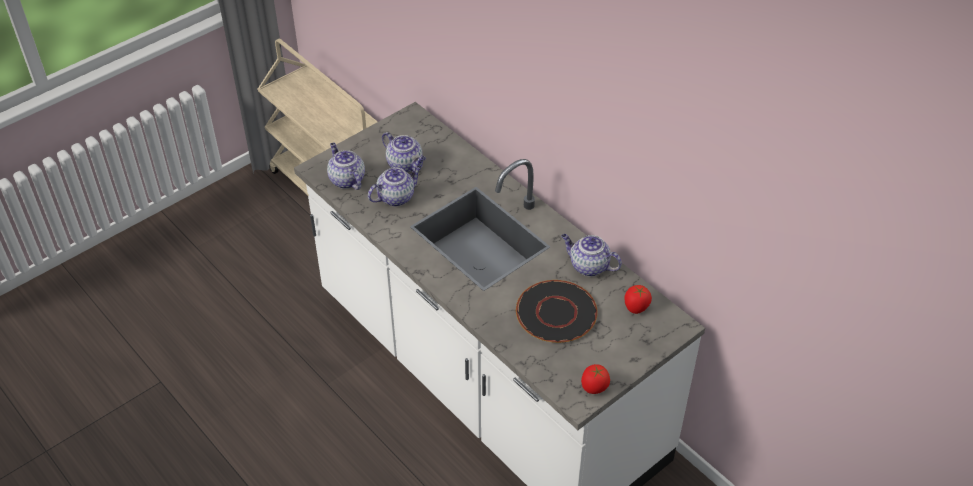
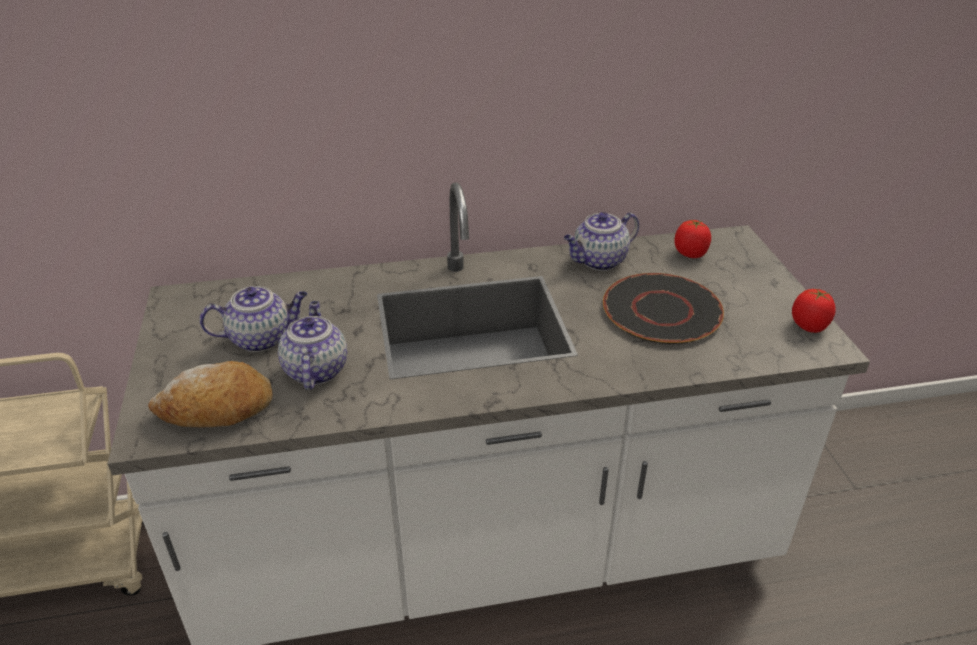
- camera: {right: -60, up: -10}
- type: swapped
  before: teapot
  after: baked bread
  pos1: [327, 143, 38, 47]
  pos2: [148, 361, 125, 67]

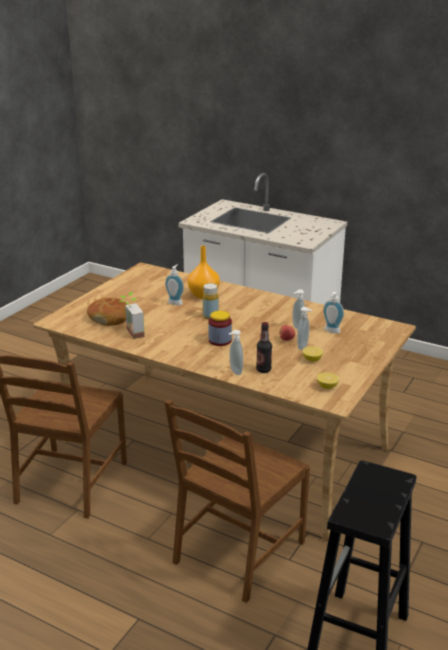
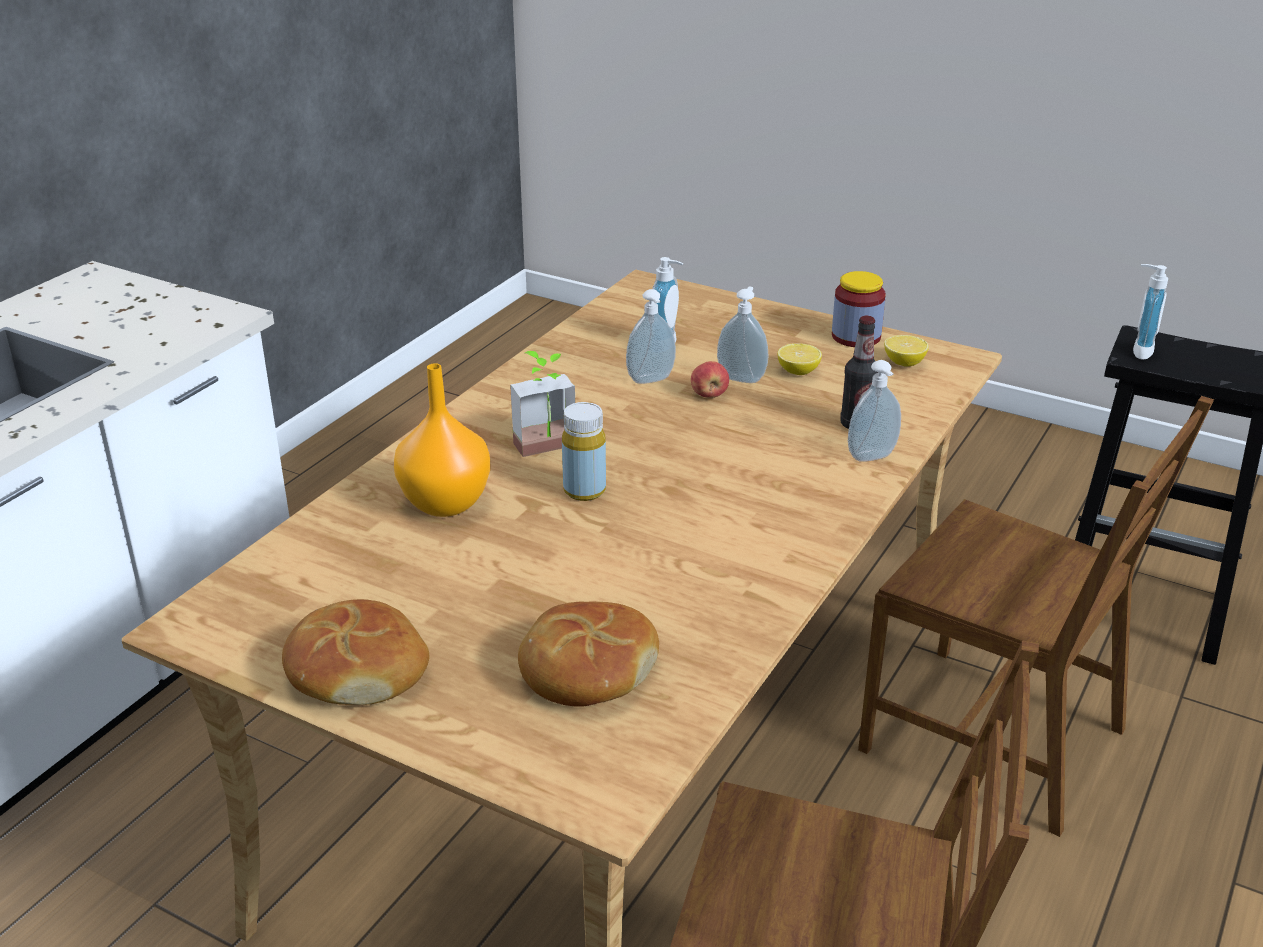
- camera: {right: -90, up: 5}
- type: new
  after: baked bread
  pos2: [282, 599, 147, 106]
- type: shifted
  before: houseplant
  pos1: [119, 292, 26, 47]
  pos2: [510, 351, 65, 106]
- type: shifted
  before: liquid soap bottle
  pos1: [165, 264, 19, 41]
  pos2: [1133, 264, 35, 96]
- type: shifted
  before: jar
  pos1: [208, 311, 24, 35]
  pos2: [832, 271, 54, 76]

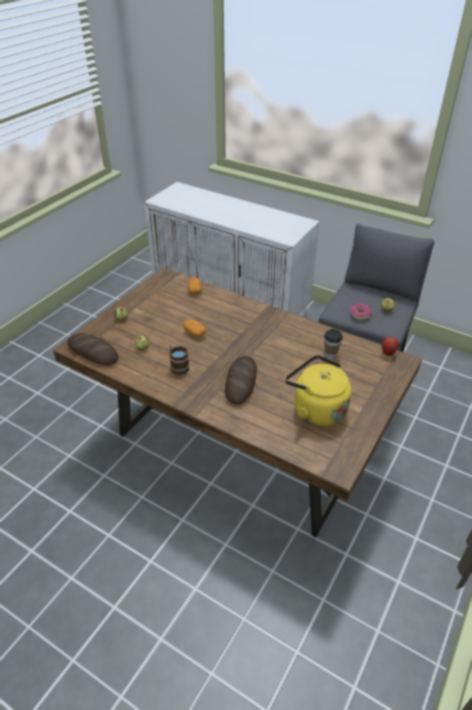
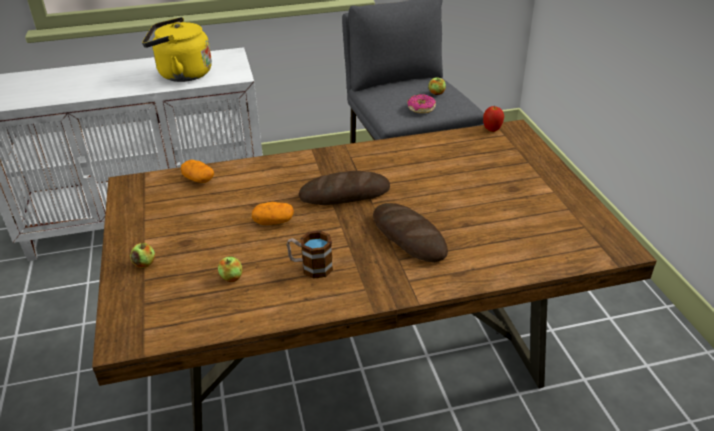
- camera: {right: -45, up: -5}
- type: gone
  before: drinking cup
  pos1: [324, 329, 19, 30]
- type: shifted
  before: baked bread
  pos1: [67, 333, 52, 32]
  pos2: [299, 171, 91, 34]
- type: shifted
  before: kettle in yellowish
  pos1: [285, 355, 67, 72]
  pos2: [142, 17, 70, 65]

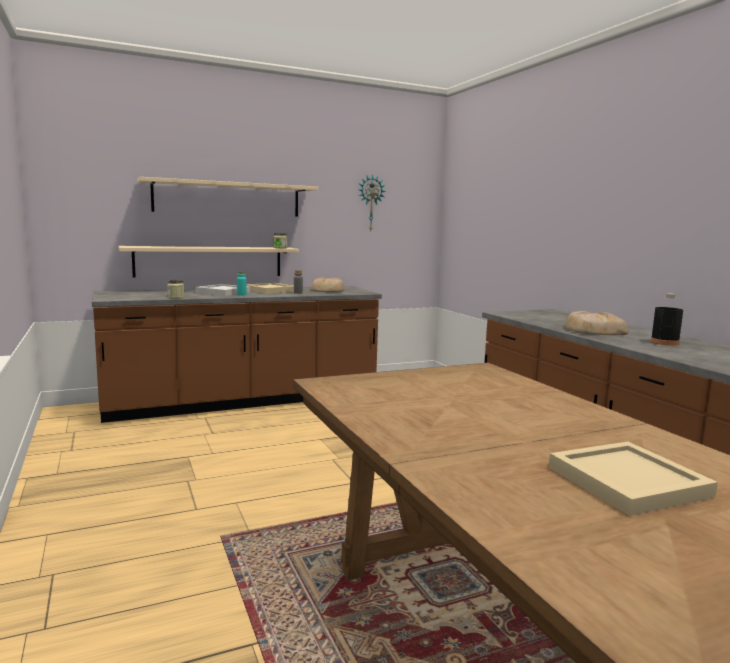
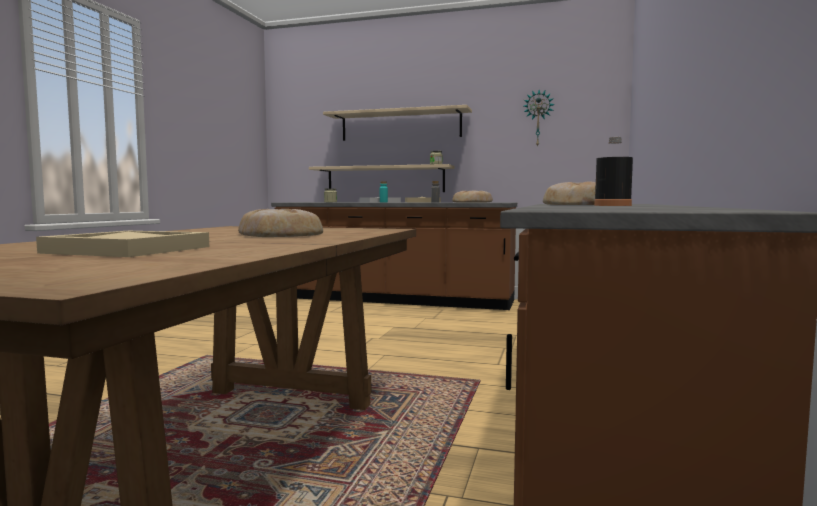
- camera: {right: 40, up: -5}
- type: new
  after: baked bread
  pos2: [238, 209, 85, 28]

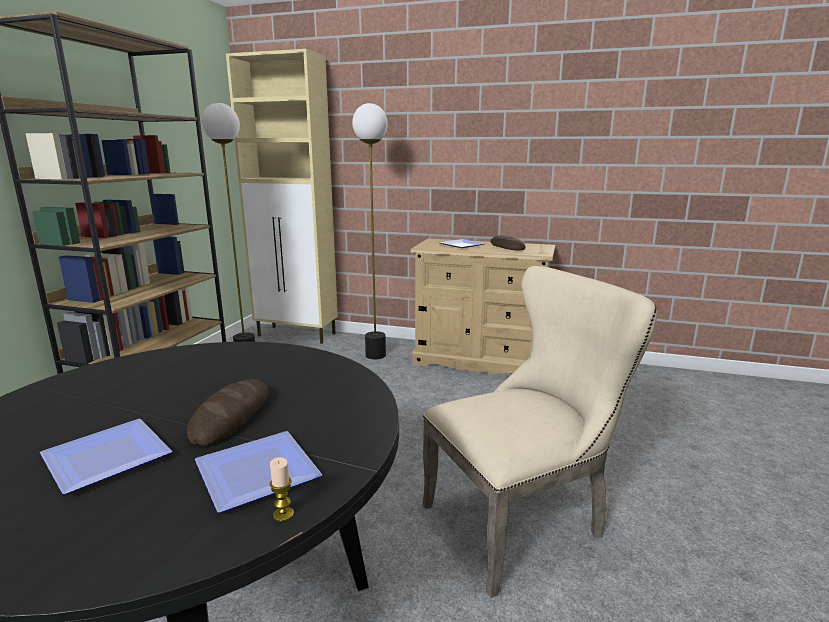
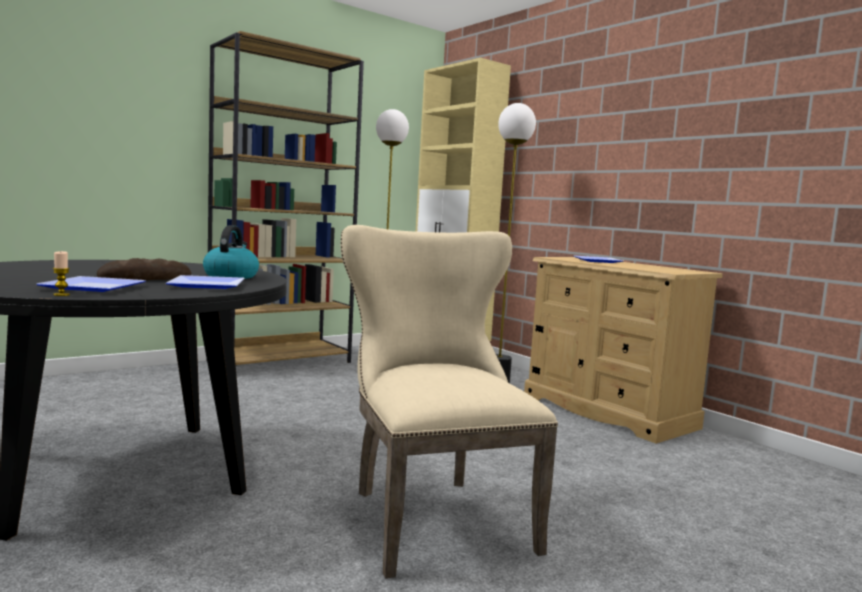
- camera: {right: 35, up: -10}
- type: gone
  before: baked bread
  pos1: [490, 235, 35, 16]
- type: new
  after: kettle
  pos2: [203, 225, 56, 54]
- type: shifted
  before: flat dish
  pos1: [40, 419, 132, 75]
  pos2: [166, 275, 79, 14]
- type: rotated
  before: chair in beige-coloured
  pos1: [423, 266, 234, 332]
  pos2: [341, 225, 217, 354]
  turn: -120

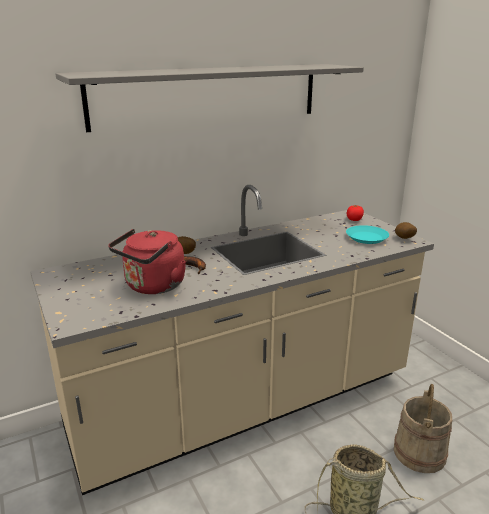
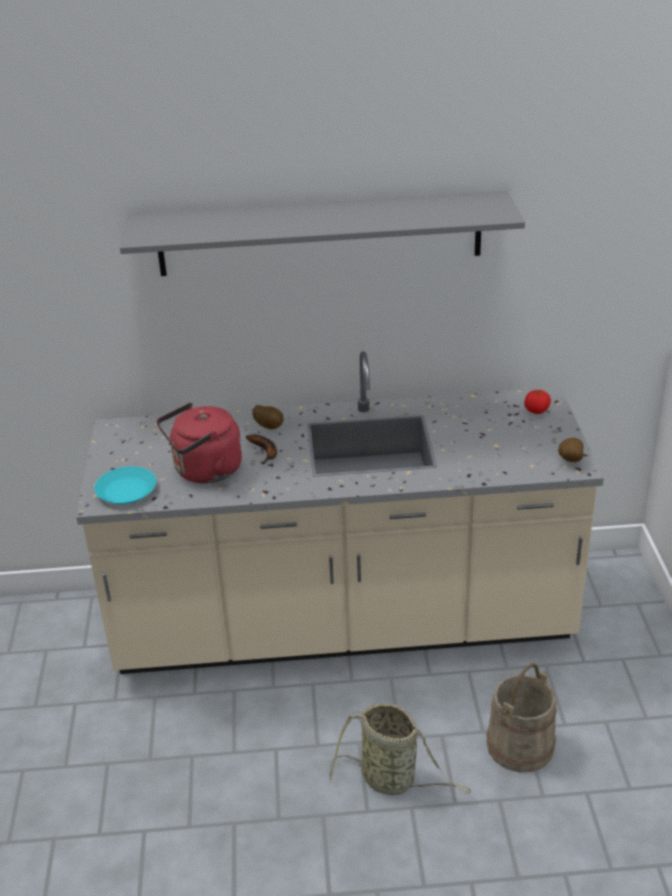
- camera: {right: 25, up: 10}
- type: shifted
  before: flat dish in blue-green
  pos1: [346, 225, 43, 19]
  pos2: [94, 467, 62, 37]

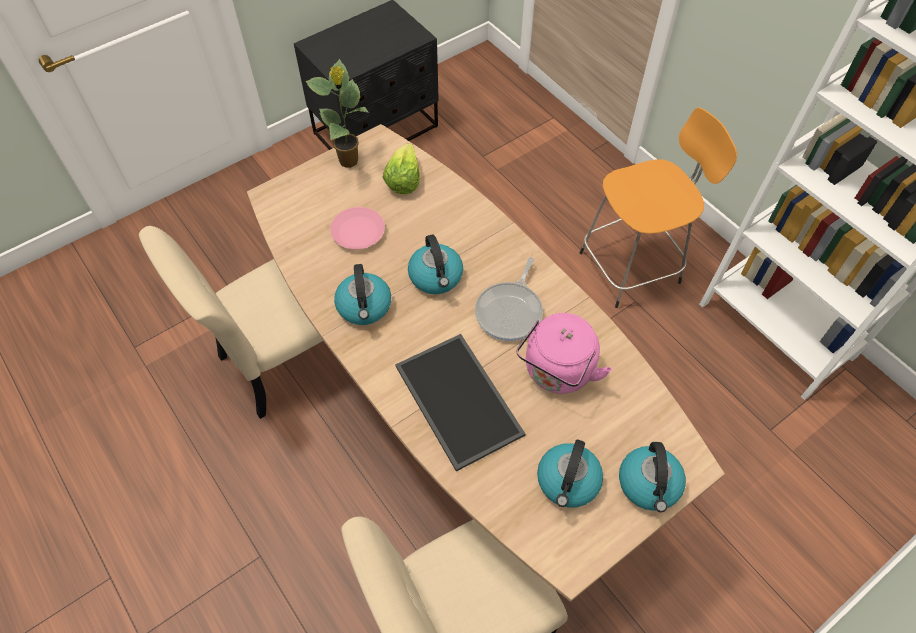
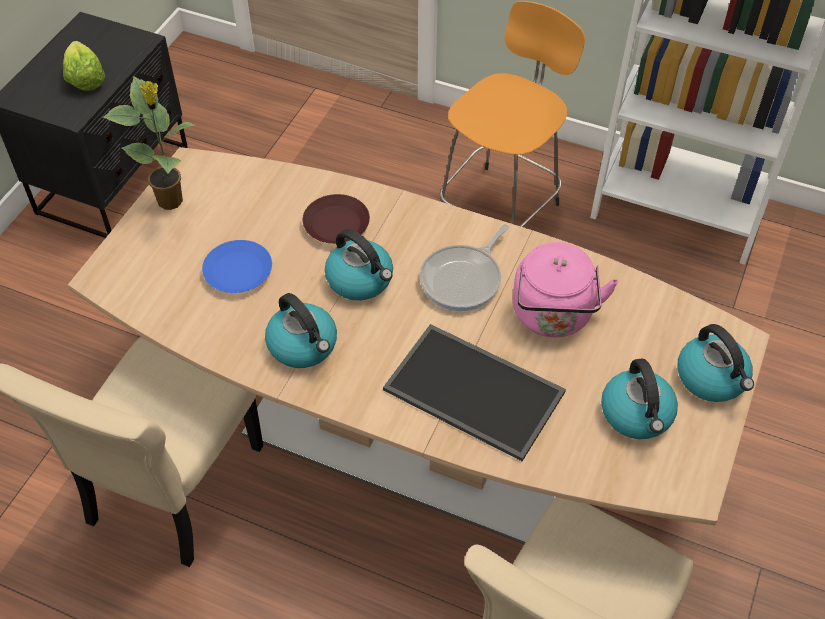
- camera: {right: -30, up: -5}
- type: new
  after: flat dish in brown
  pos2: [303, 194, 67, 50]
- type: shifted
  before: lettuce
  pos1: [382, 143, 38, 51]
  pos2: [63, 41, 42, 50]
- type: repainted
  before: flat dish in pinkish
  after: flat dish in blue
  pos1: [330, 207, 55, 42]
  pos2: [202, 240, 70, 53]
- type: rotated
  before: skillet
  pos1: [475, 257, 68, 84]
  pos2: [420, 224, 89, 87]
  turn: 45

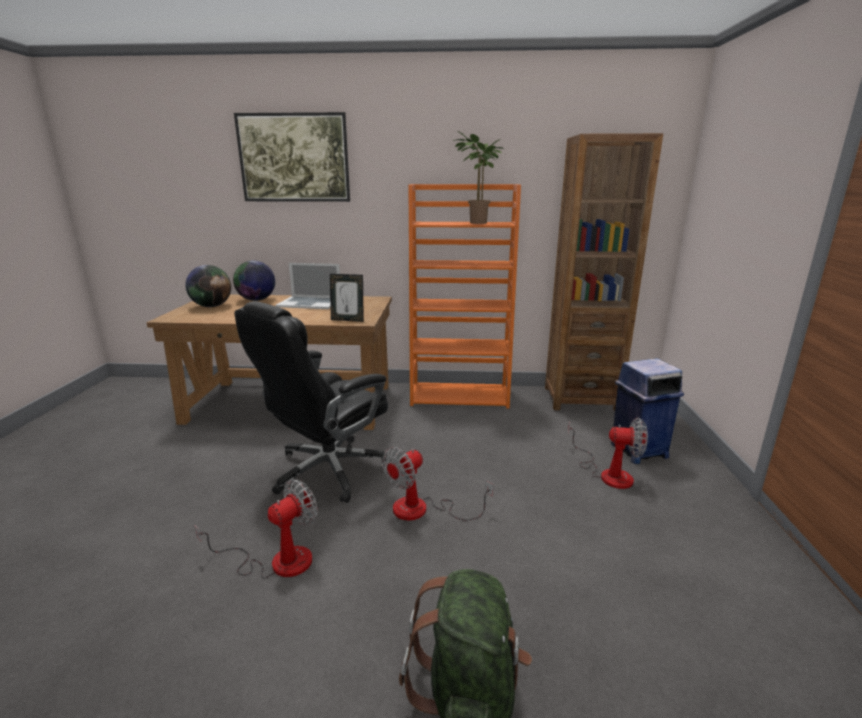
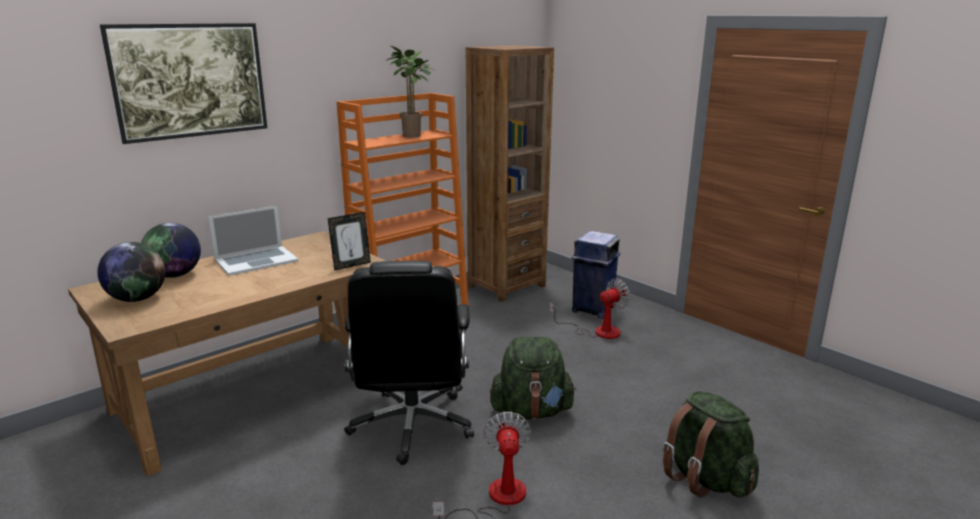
- camera: {right: -45, up: 0}
- type: swapped
  before: fan
  after: knapsack in greenish
  pos1: [382, 447, 111, 73]
  pos2: [490, 337, 86, 82]

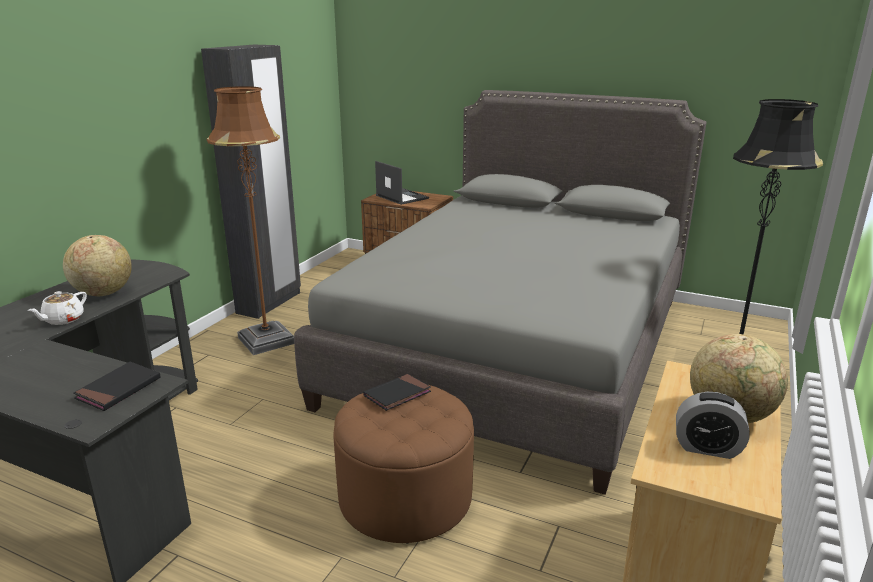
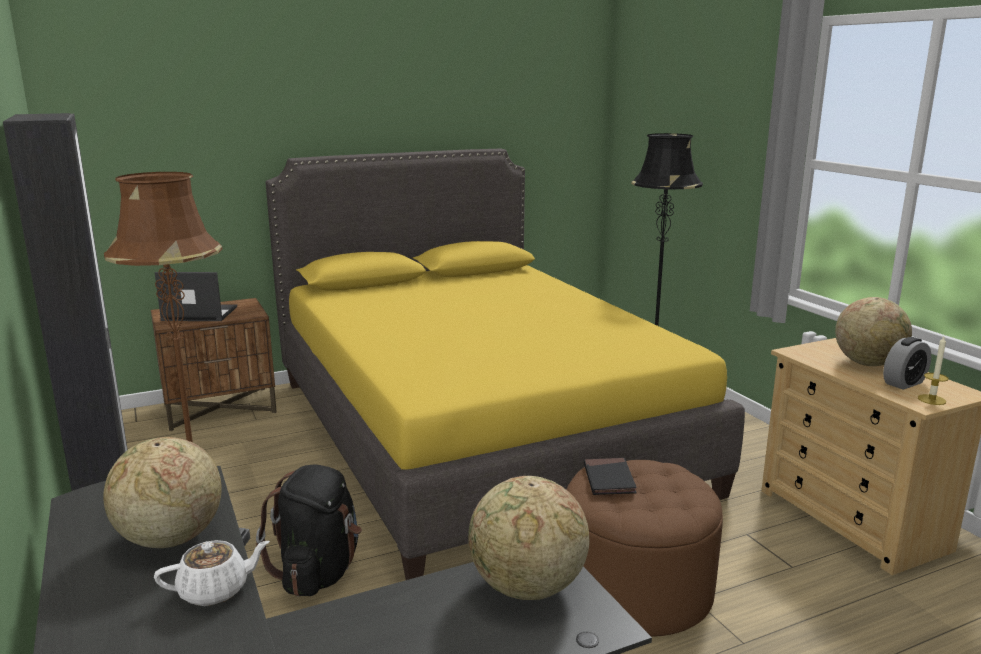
- camera: {right: -50, up: -5}
- type: new
  after: knapsack in black-coloured
  pos2: [256, 465, 106, 132]
- type: new
  after: wax light
  pos2: [918, 336, 31, 69]
- type: swapped
  before: book in black-coloured
  after: globe
  pos1: [73, 362, 88, 49]
  pos2: [468, 476, 121, 124]
- type: repainted
  before: bedroom bed in gray
  after: bedroom bed in yellowish
  pos1: [294, 90, 413, 405]
  pos2: [265, 149, 480, 431]
- type: rotated
  before: teapot in white-coloured
  pos1: [28, 291, 59, 34]
  pos2: [154, 540, 116, 66]
  turn: -90

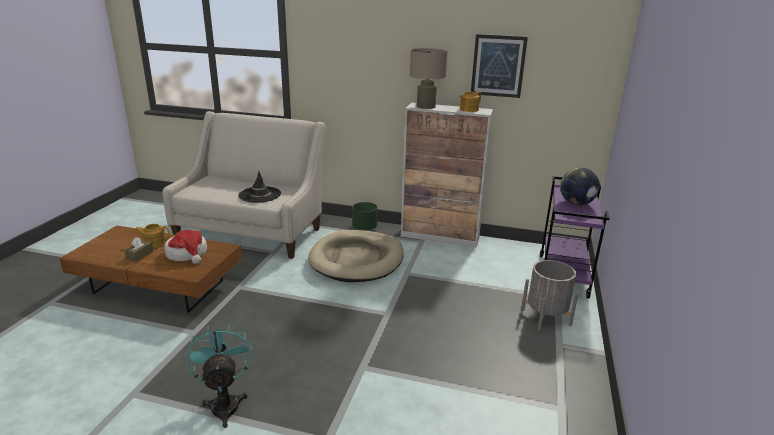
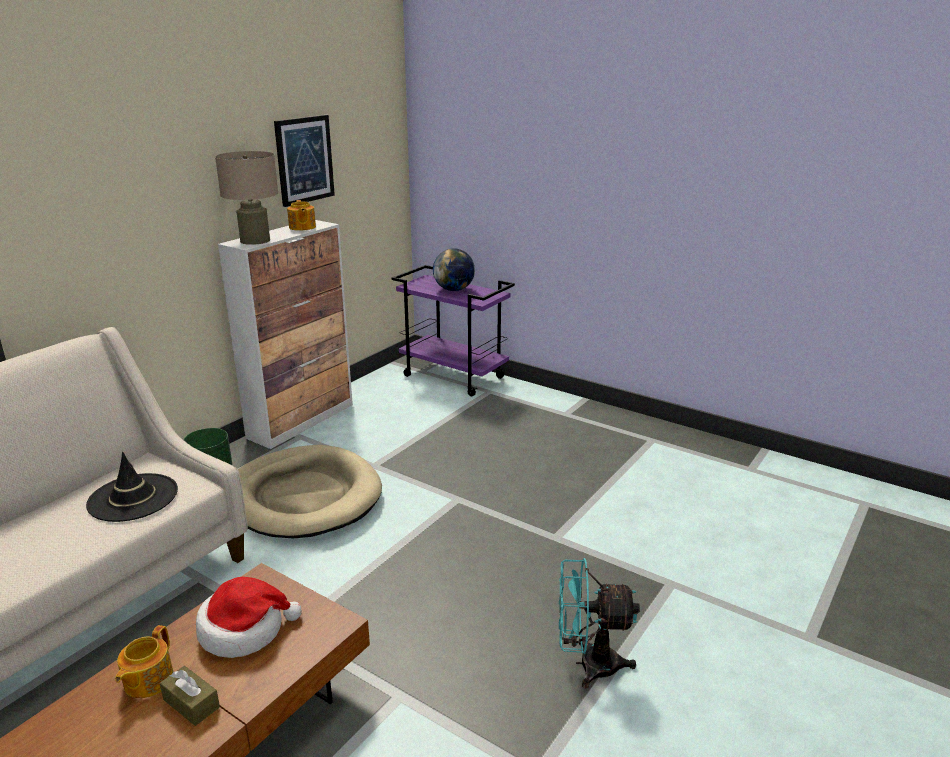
- camera: {right: -70, up: 0}
- type: gone
  before: planter in gray
  pos1: [521, 260, 57, 71]

